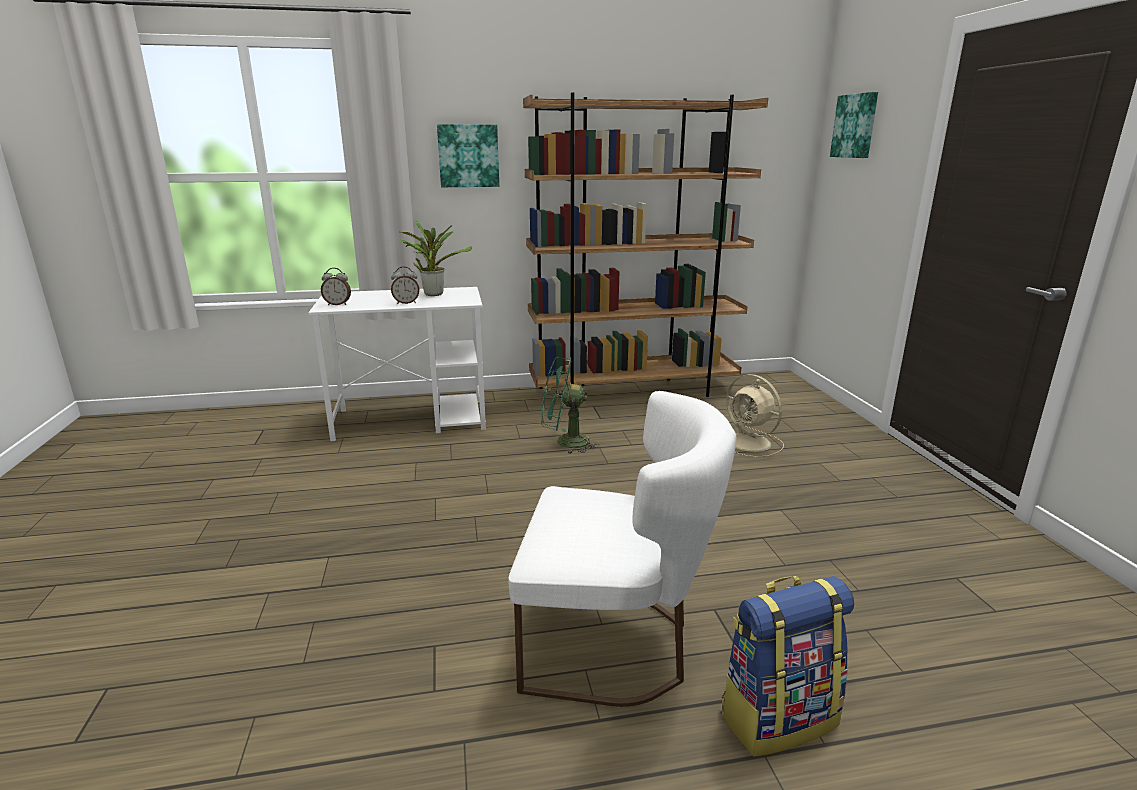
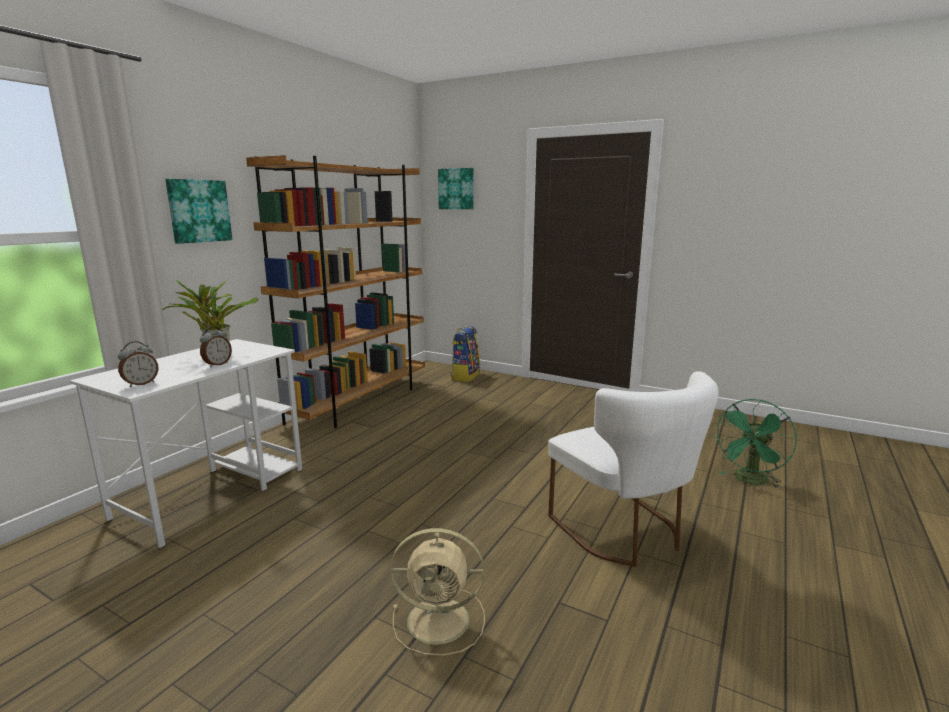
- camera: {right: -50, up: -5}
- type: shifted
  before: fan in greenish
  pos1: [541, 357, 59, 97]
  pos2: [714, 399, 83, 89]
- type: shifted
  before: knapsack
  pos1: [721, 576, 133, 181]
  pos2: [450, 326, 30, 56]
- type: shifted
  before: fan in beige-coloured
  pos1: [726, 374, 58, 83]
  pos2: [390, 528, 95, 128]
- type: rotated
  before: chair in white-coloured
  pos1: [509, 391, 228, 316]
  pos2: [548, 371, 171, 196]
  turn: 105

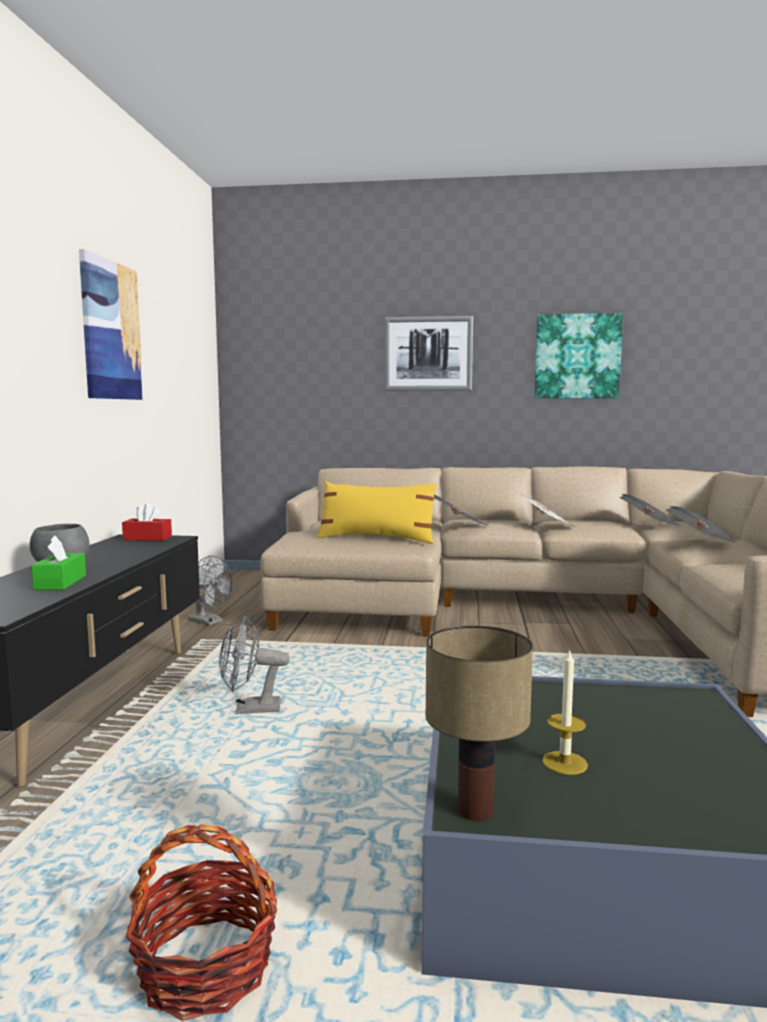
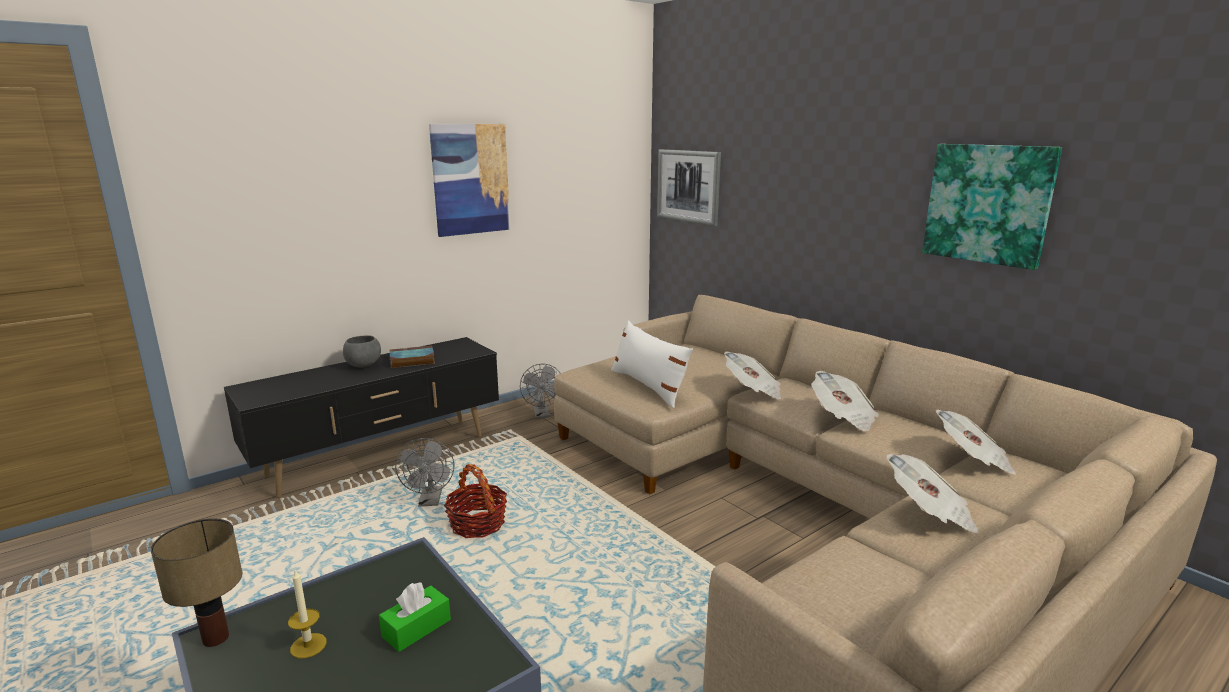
- camera: {right: 45, up: 10}
- type: gone
  before: box of tissues in red
  pos1: [122, 503, 50, 38]
- type: new
  after: book
  pos2: [389, 346, 46, 22]
- type: shifted
  before: box of tissues in greenish
  pos1: [31, 536, 55, 54]
  pos2: [379, 583, 72, 69]
- type: shifted
  before: basket
  pos1: [125, 824, 152, 197]
  pos2: [444, 464, 63, 74]
- type: shifted
  before: picture
  pos1: [384, 316, 89, 75]
  pos2: [657, 149, 64, 77]
- type: repainted
  before: cushion in yellowish
  after: cushion in white-coloured
  pos1: [317, 481, 120, 63]
  pos2: [611, 320, 82, 88]
- type: rotated
  before: fan in gray
  pos1: [219, 616, 71, 98]
  pos2: [395, 438, 59, 69]
  turn: -135

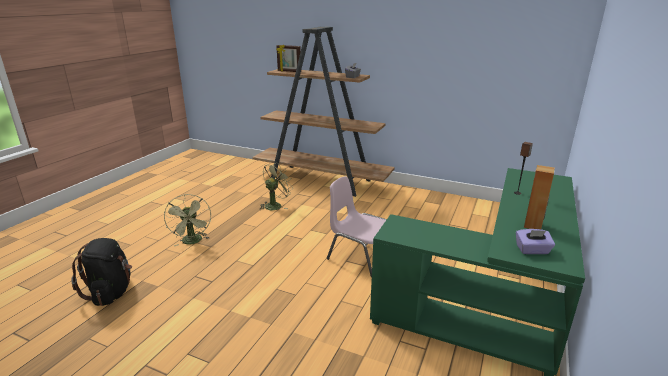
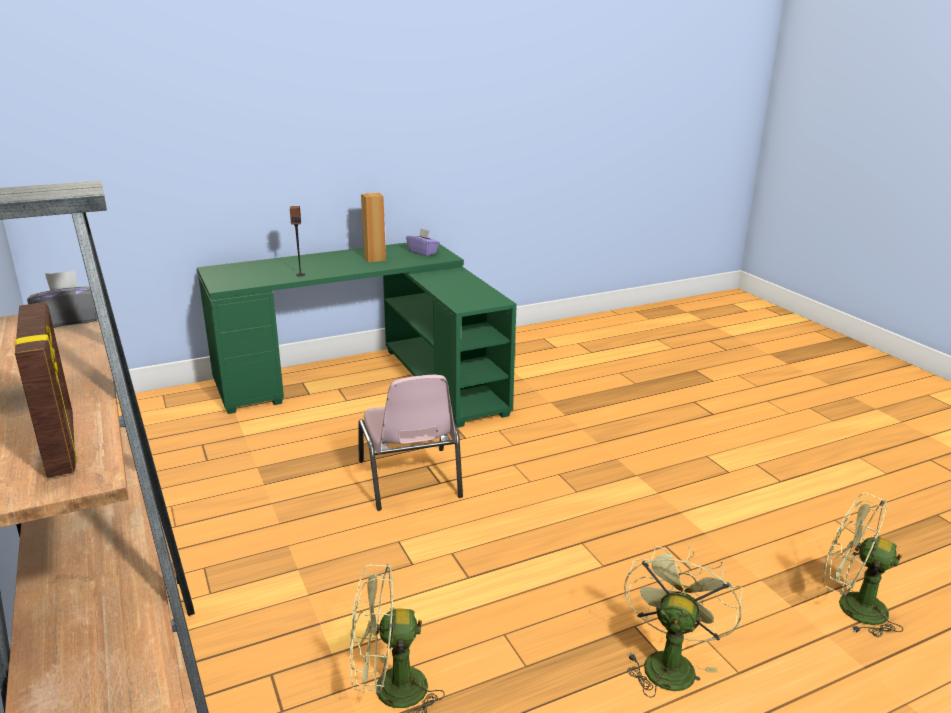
- camera: {right: -140, up: 0}
- type: swapped
  before: knapsack in black-coloured
  after: fan in greenish
  pos1: [71, 238, 61, 68]
  pos2: [822, 492, 81, 145]

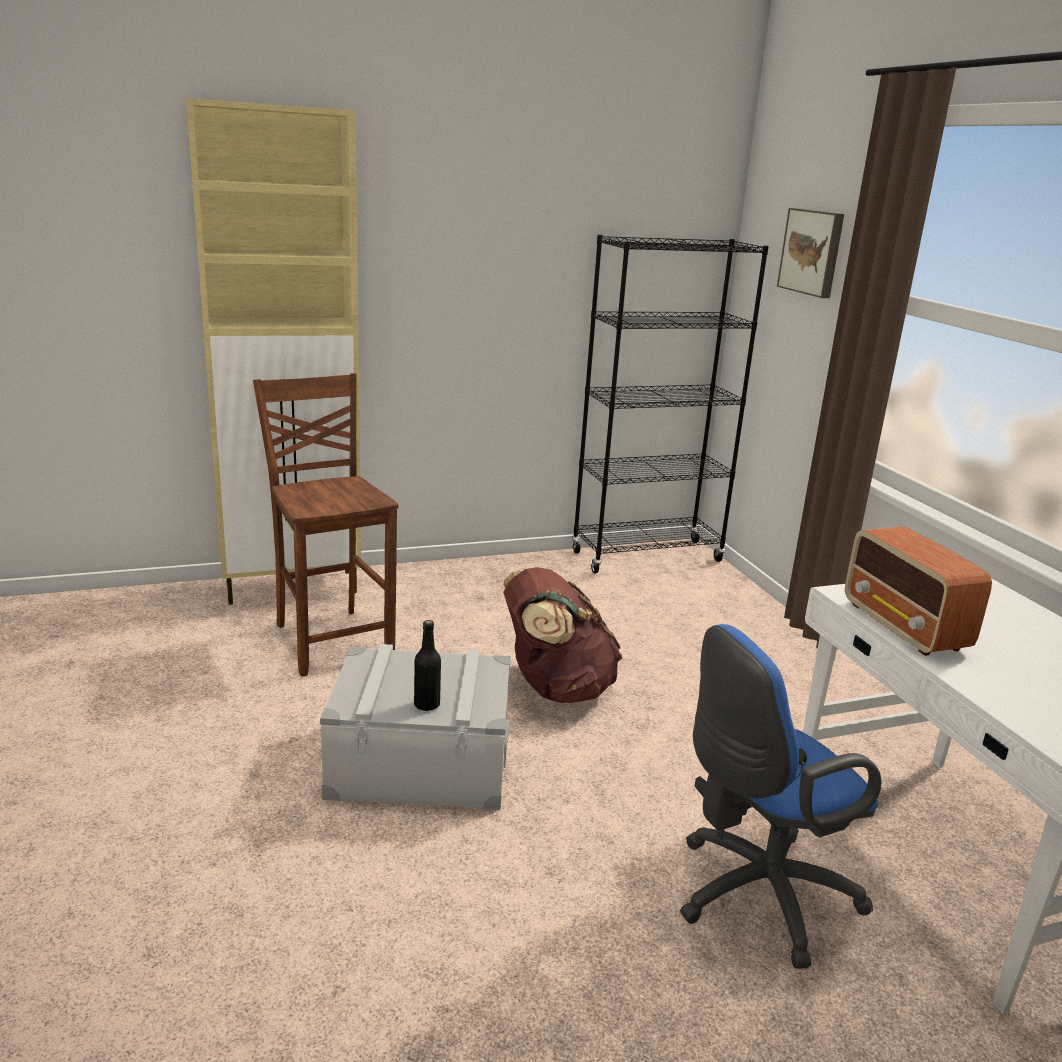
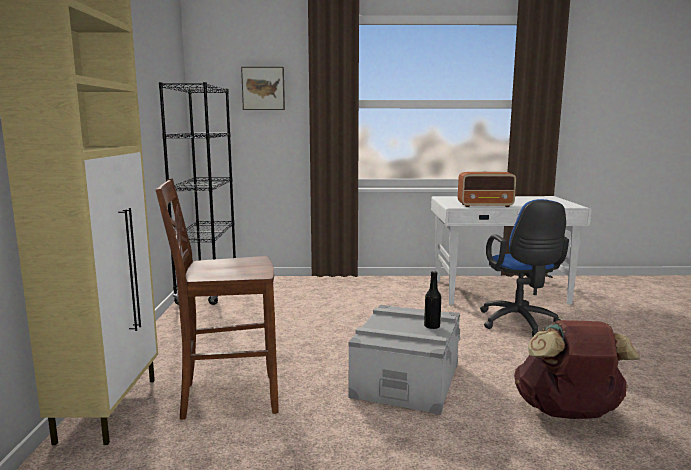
- camera: {right: -70, up: -10}
- type: shifted
  before: knapsack in brown
  pos1: [503, 567, 119, 136]
  pos2: [514, 320, 127, 99]

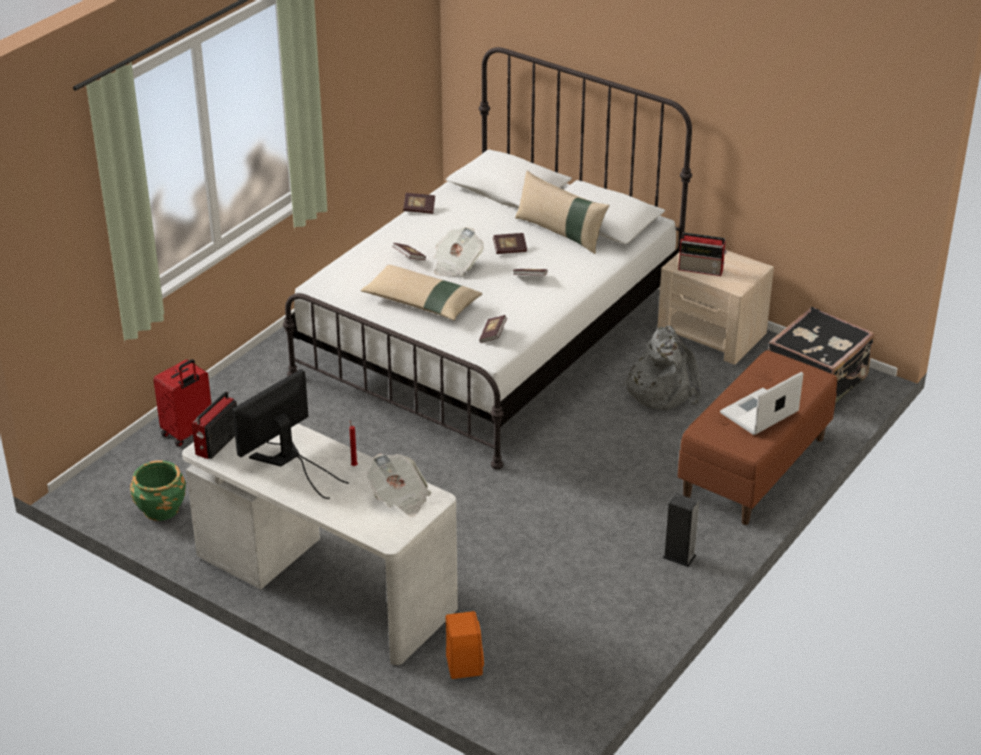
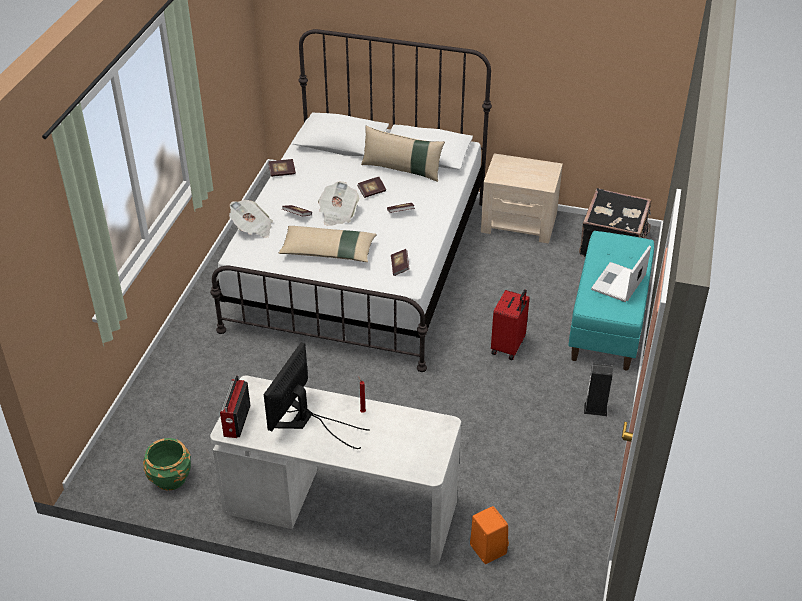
- camera: {right: -20, up: 5}
- type: gone
  before: knapsack in gray
  pos1: [622, 326, 79, 84]
- type: gone
  before: radio set
  pos1: [678, 232, 49, 44]
- type: shifted
  before: suitcase in red
  pos1: [153, 359, 58, 88]
  pos2: [491, 289, 39, 71]
- type: shifted
  before: printed paper
  pos1: [367, 454, 64, 63]
  pos2: [229, 200, 44, 38]
- type: repainted
  before: bench in brown
  after: bench in blue-green
  pos1: [678, 350, 159, 175]
  pos2: [568, 231, 86, 140]

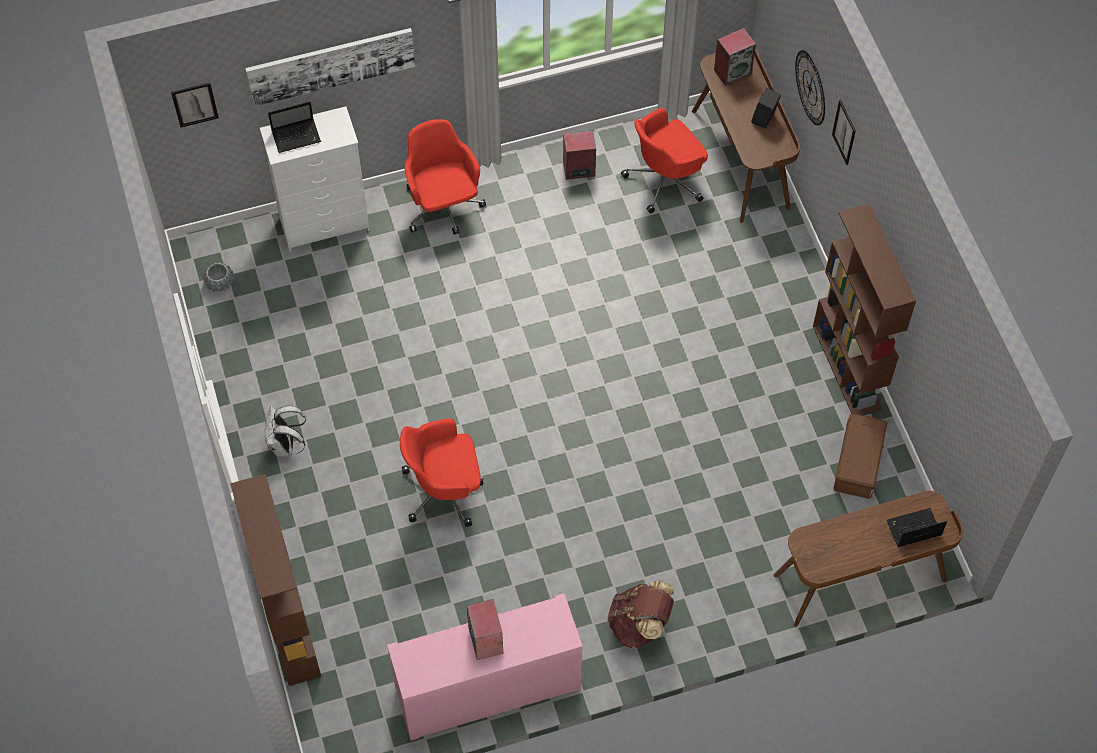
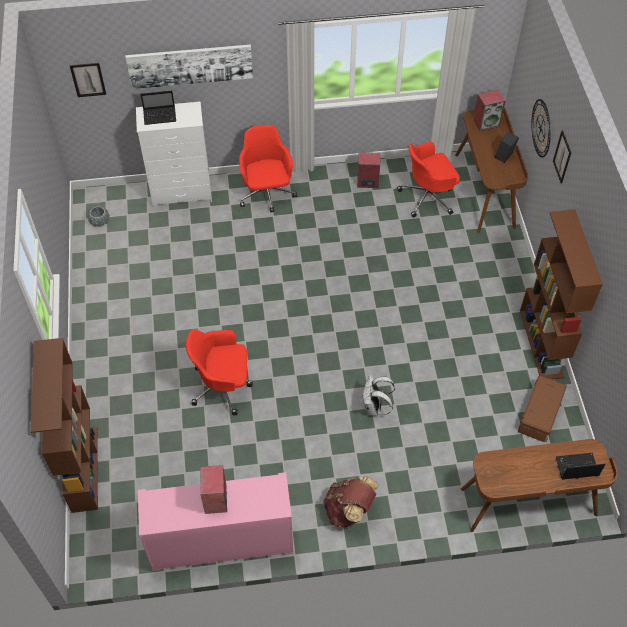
- camera: {right: 10, up: -5}
- type: shifted
  before: knapsack in white-coloured
  pos1: [265, 405, 41, 52]
  pos2: [361, 374, 34, 42]

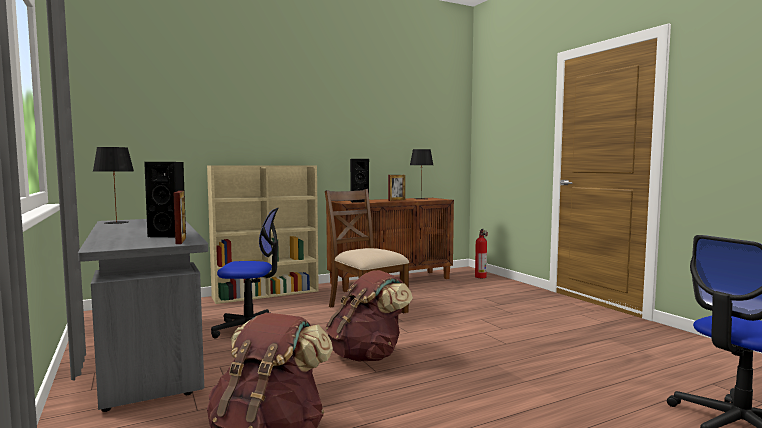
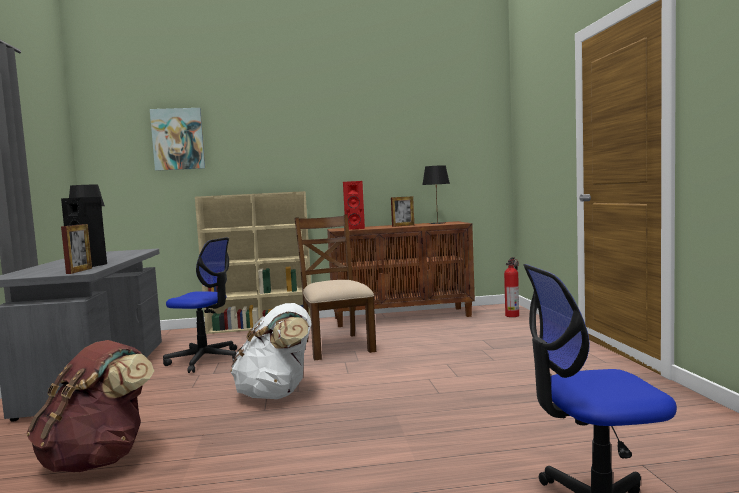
- camera: {right: 20, up: 0}
- type: new
  after: picture
  pos2: [150, 108, 55, 63]
- type: repainted
  before: knapsack in brown
  after: knapsack in white-coloured
  pos1: [326, 270, 87, 91]
  pos2: [230, 303, 82, 96]
- type: repainted
  before: audio speaker in black-coloured
  after: audio speaker in red
  pos1: [350, 159, 19, 44]
  pos2: [343, 181, 22, 49]

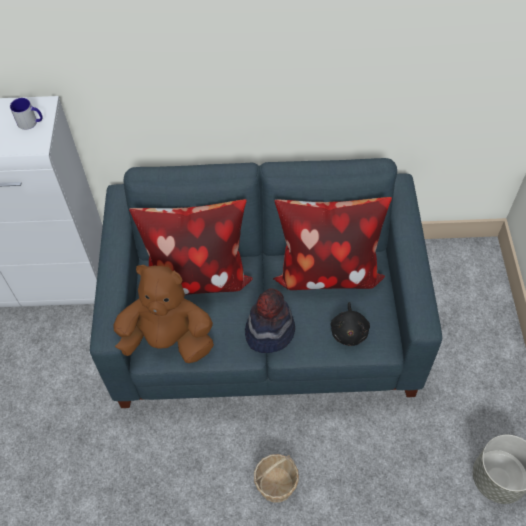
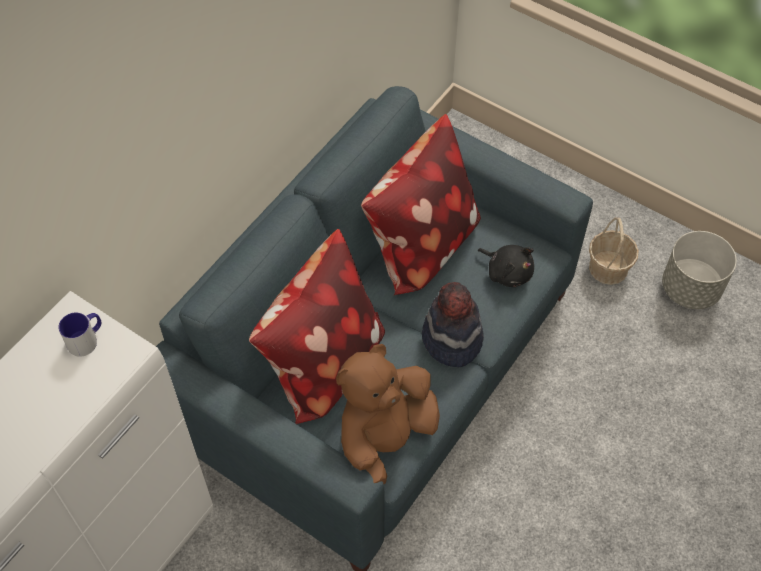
- camera: {right: -55, up: 0}
- type: shifted
  before: basket
  pos1: [254, 454, 45, 49]
  pos2: [589, 217, 50, 68]

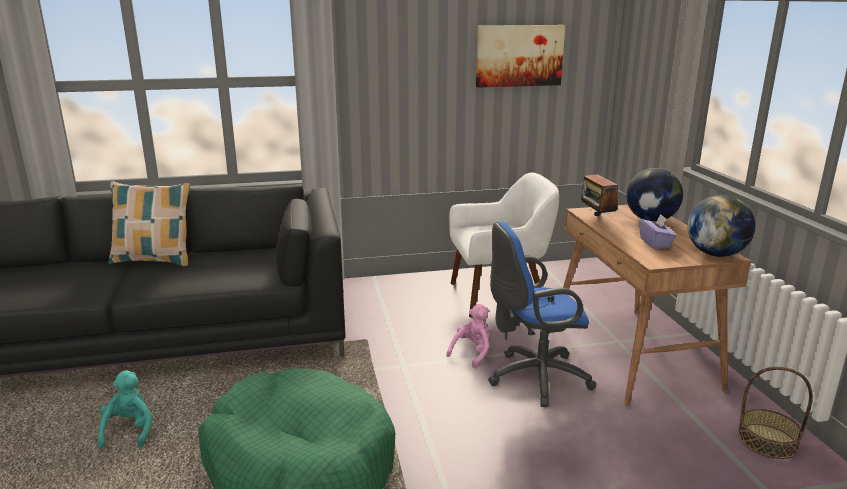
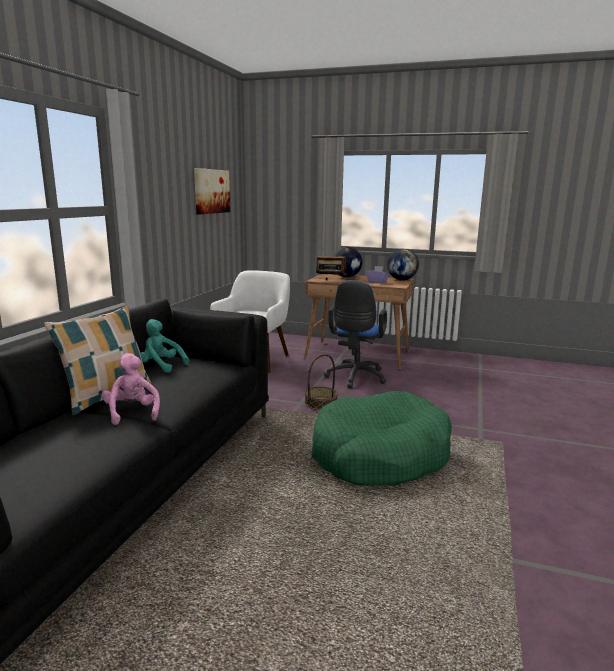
- camera: {right: -60, up: -5}
- type: shifted
  before: soft toy in blue-green
  pos1: [98, 371, 54, 78]
  pos2: [140, 319, 49, 54]
- type: shifted
  before: soft toy in pinkish
  pos1: [446, 304, 44, 64]
  pos2: [102, 353, 58, 72]
- type: shifted
  before: basket
  pos1: [738, 367, 75, 92]
  pos2: [305, 354, 33, 56]

